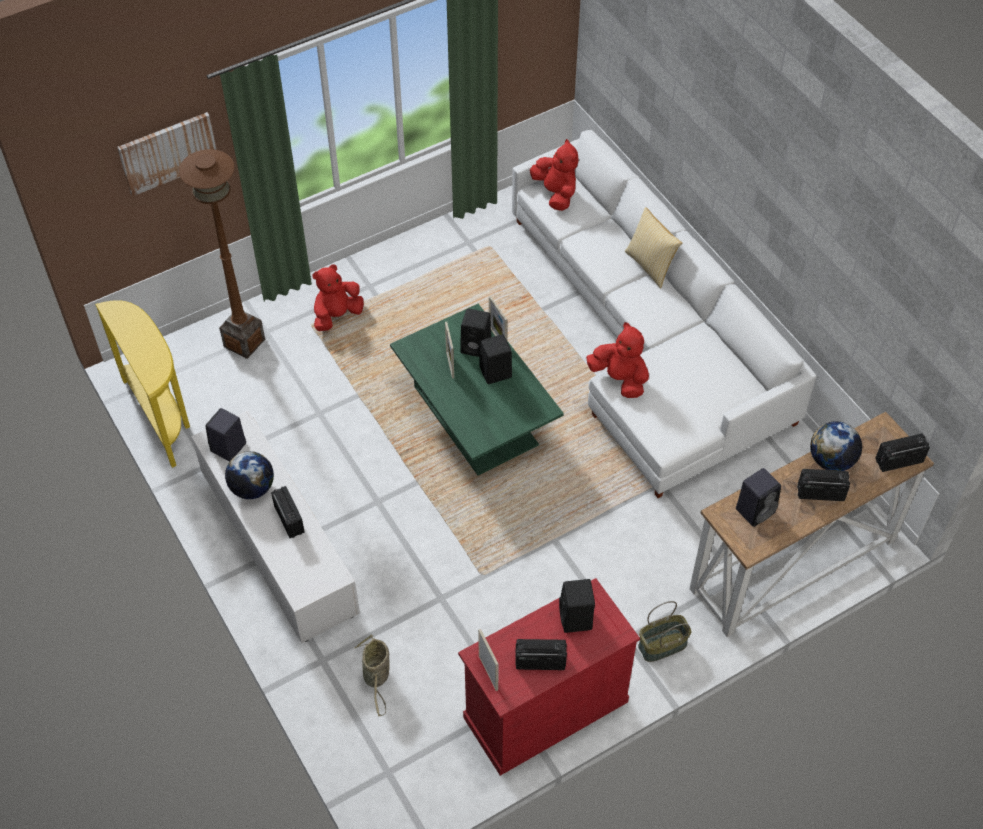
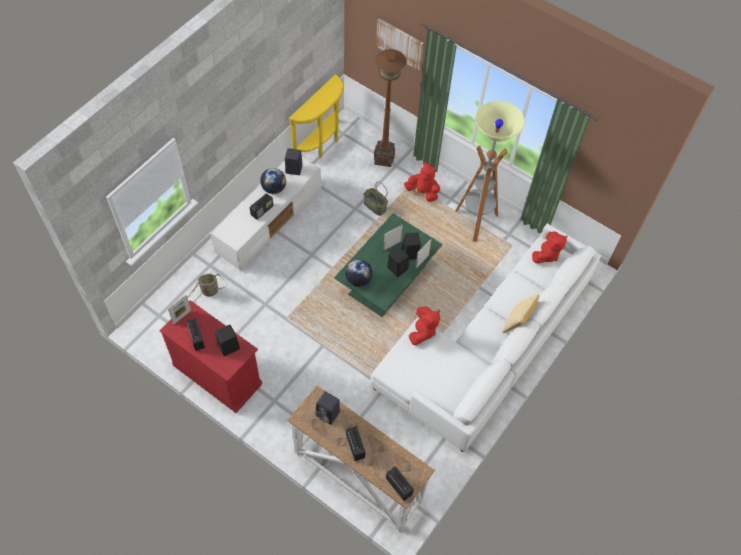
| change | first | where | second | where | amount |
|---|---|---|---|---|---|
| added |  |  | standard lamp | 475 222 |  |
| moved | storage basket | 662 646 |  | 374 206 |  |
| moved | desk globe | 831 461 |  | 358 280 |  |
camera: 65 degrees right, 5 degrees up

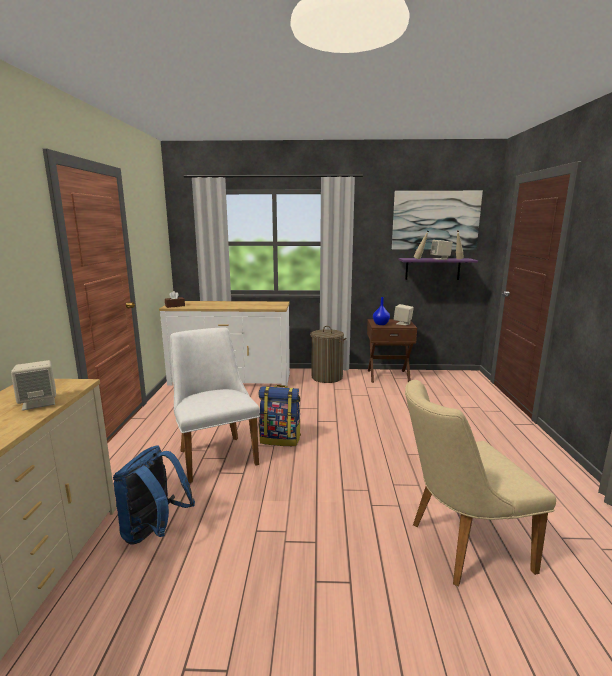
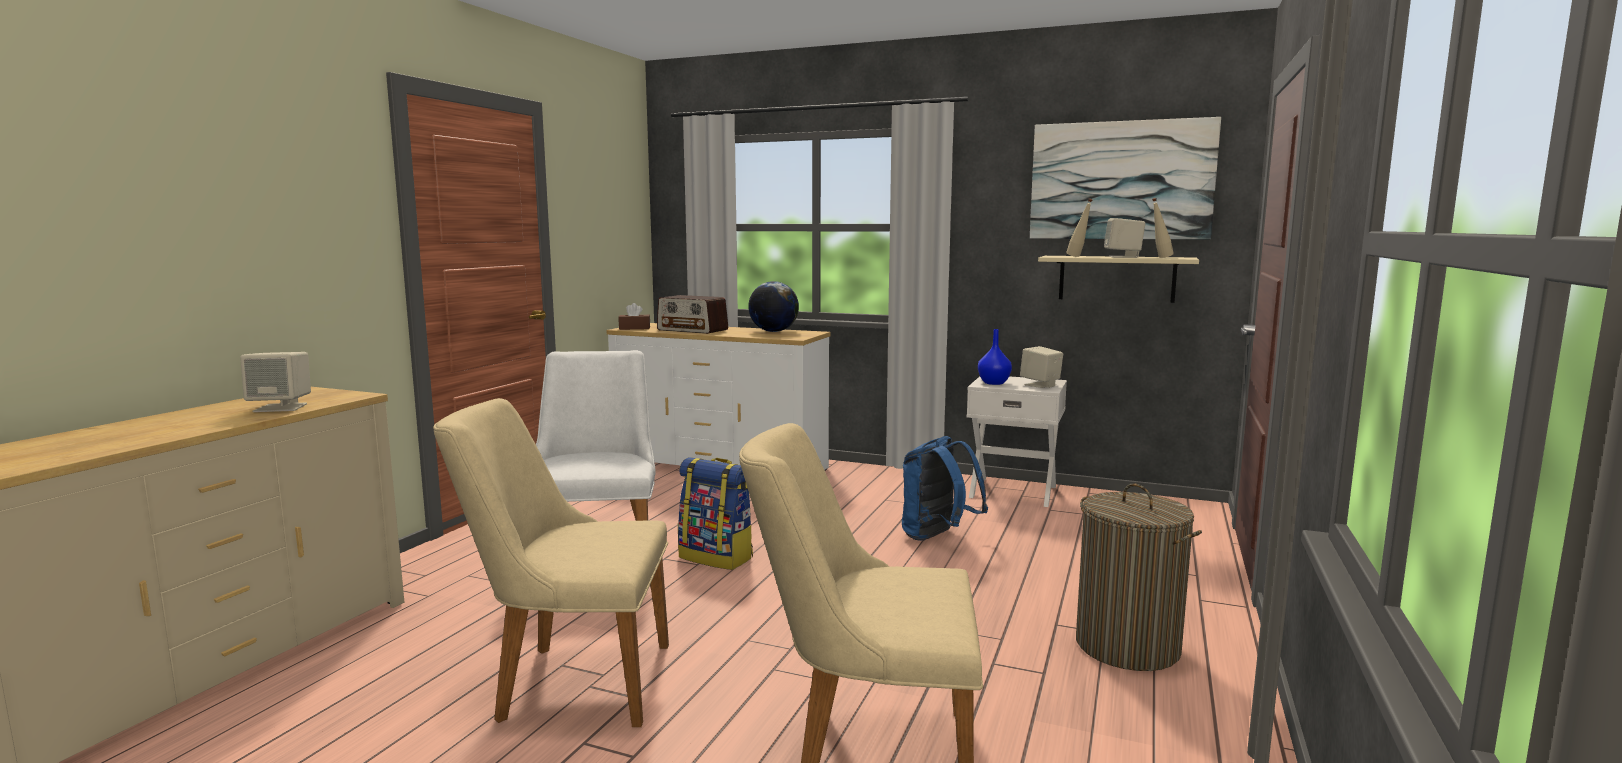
| change | first | where | second | where | amount |
|---|---|---|---|---|---|
| added |  |  | upright chair in beige-coloured | 569 682 |  |
| added |  |  | radio receiver | 693 330 |  |
| added |  |  | desk globe | 773 331 |  |
| moved | knapsack in bluish | 154 532 |  | 937 537 |  |
| moved | hamper | 327 377 |  | 1127 646 |  |
| recoloured | nightstand in brown | 388 376 | nightstand in white-coloured | 1013 491 |  |
| recoloured | shelf in purple-coloured | 432 268 | shelf in beige-coloured | 1116 278 |  |
camera: 20 degrees right, 5 degrees down

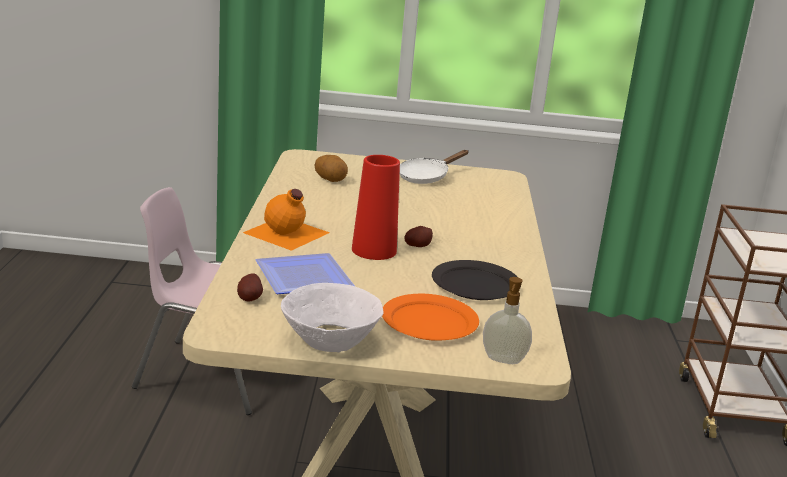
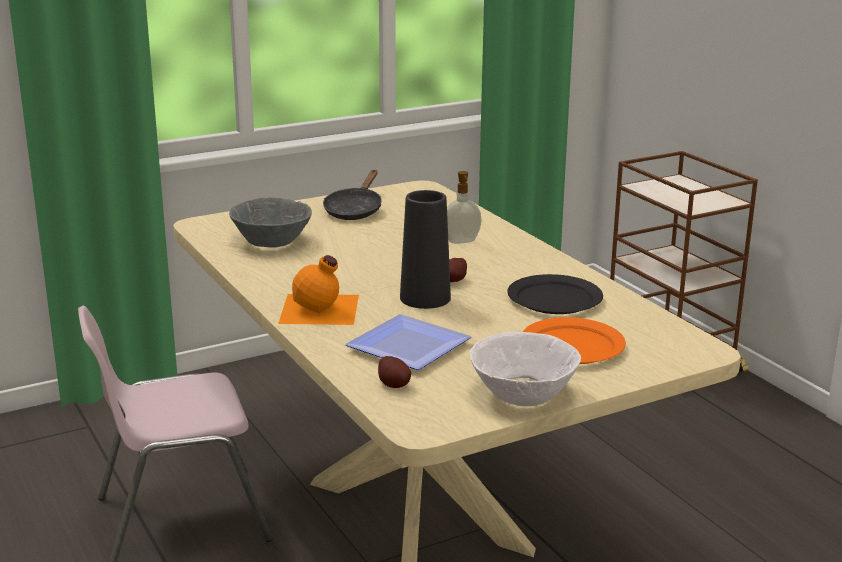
| change | first | where | second | where | amount |
|---|---|---|---|---|---|
| moved | soap bottle | 503 360 |  | 462 242 |  |
| replaced | spud | 330 180 | bowl in gray | 272 241 |  |
| recoloured | decorative vase in red | 374 250 | decorative vase in blackish | 425 298 |  |
| recoloured | frying pan in white-coloured | 426 177 | frying pan in blackish | 354 210 |  |
camera: 30 degrees left, 0 degrees up

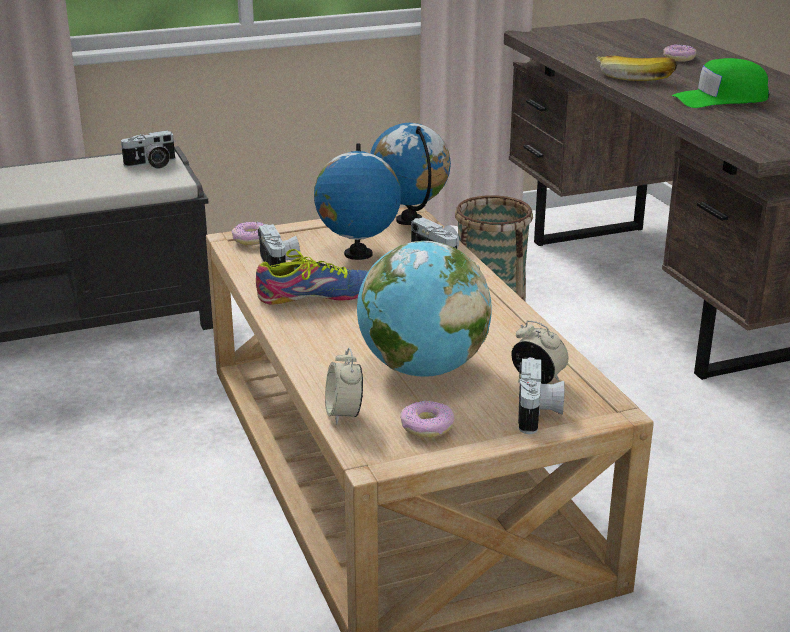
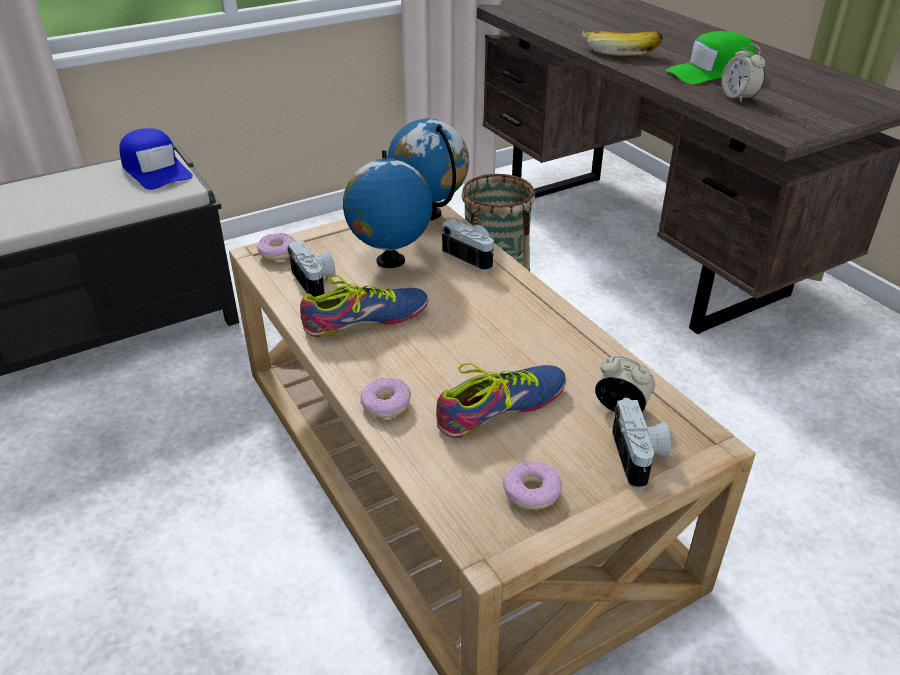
| change | first | where | second | where | amount |
|---|---|---|---|---|---|
| moved | alarm clock | 344 414 |  | 738 97 |  |
| moved | donut | 679 58 |  | 385 404 |  |
| replaced | photo camera | 151 164 | baseball cap in bluish | 155 170 |  |
| replaced | desk globe | 422 369 | item of footwear | 500 408 |  |
camera: 10 degrees left, 10 degrees up

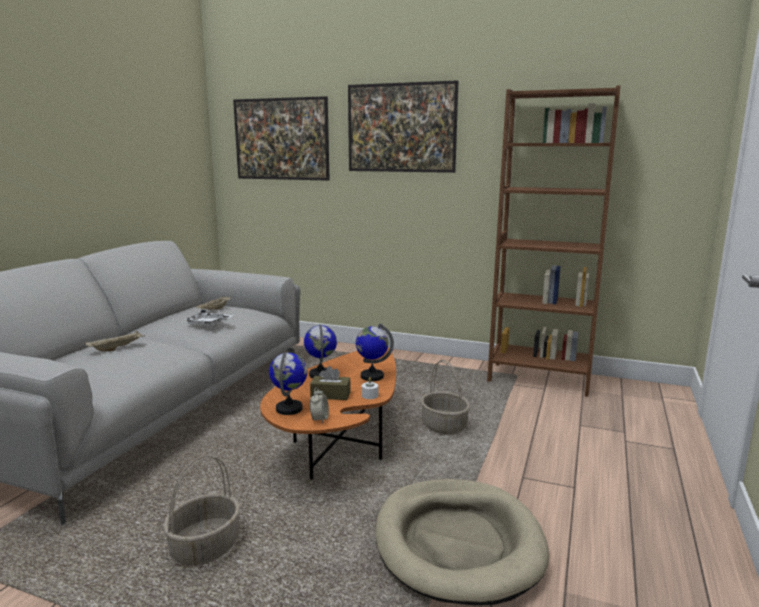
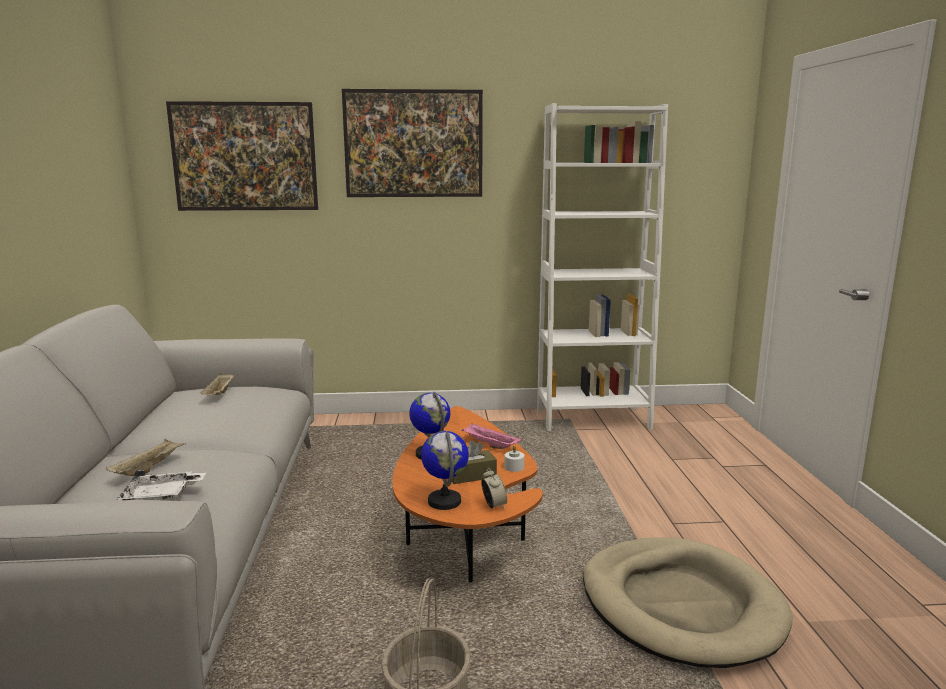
| change | first | where | second | where | amount |
|---|---|---|---|---|---|
| removed | storage basket | 444 426 |  |  |  |
| moved | serving tray in white-coloured | 208 324 |  | 161 497 |  |
| replaced | desk globe | 372 376 | serving tray in pink | 489 445 |  |
| recoloured | shelving unit in brown | 539 378 | shelving unit in white-coloured | 592 419 |  |
camera: 25 degrees left, 0 degrees up

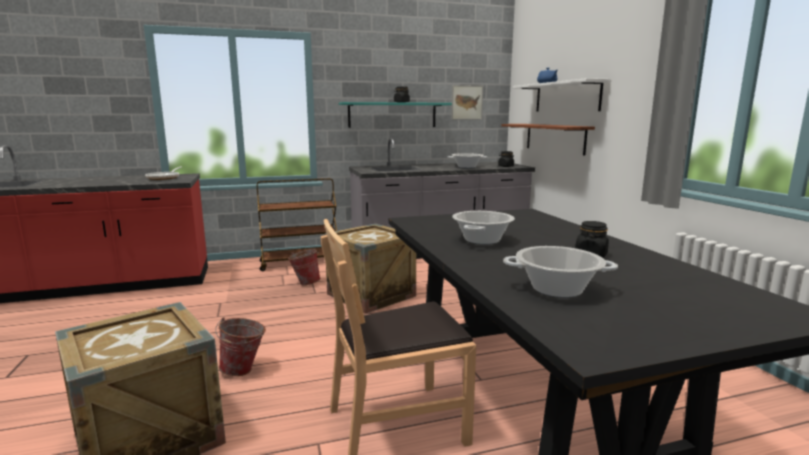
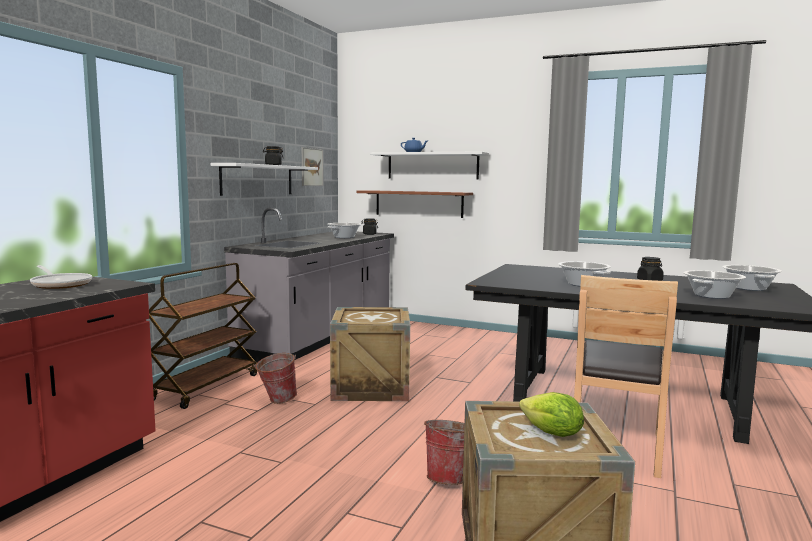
| change | first | where | second | where | amount |
|---|---|---|---|---|---|
| added |  |  | lettuce head | 552 433 |  |
| added |  |  | stockpot | 749 288 |  |
| recoloured | shelf in turquoise | 392 115 | shelf in white-coloured | 258 180 |  |
camera: 50 degrees left, 5 degrees down

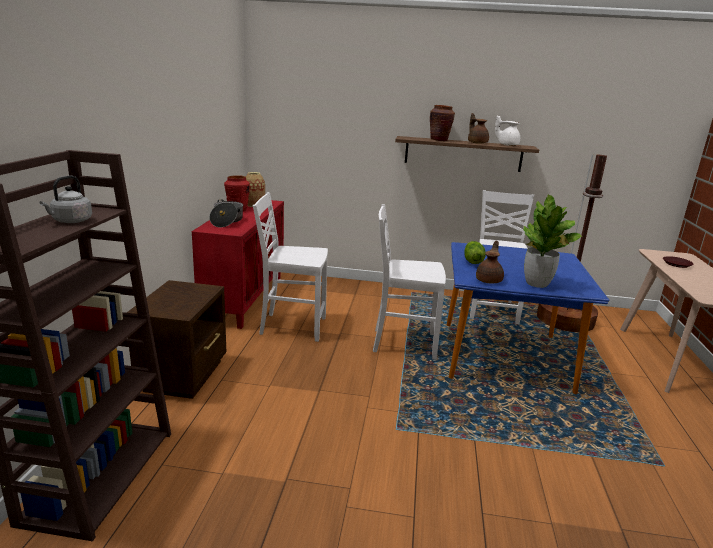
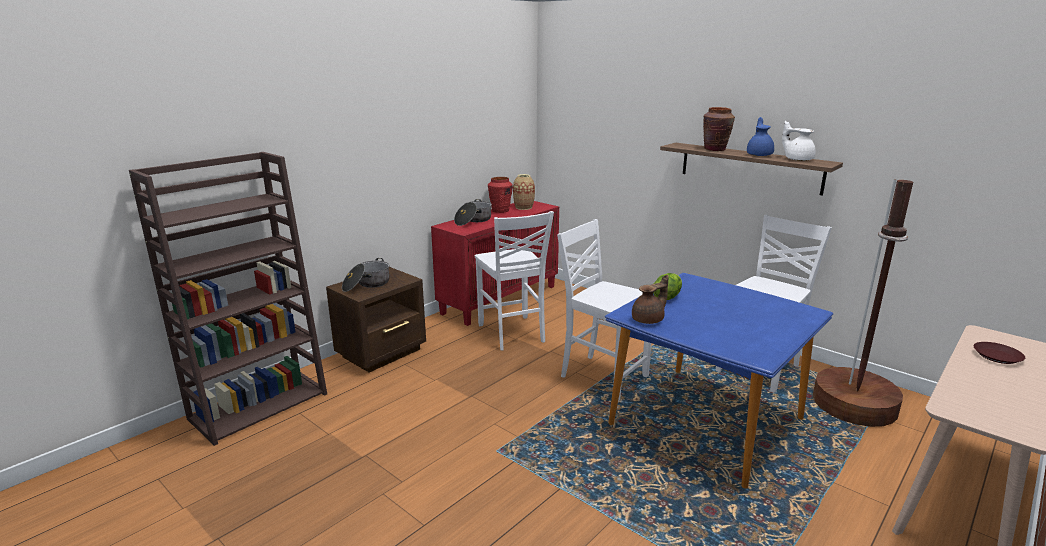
| change | first | where | second | where | amount |
|---|---|---|---|---|---|
| removed | tea kettle in gray | 70 221 |  |  |  |
| removed | potted plant | 537 284 |  |  |  |
| added |  |  | stockpot | 366 284 |  |
| recoloured | tea pot in brown | 477 143 | tea pot in bluish | 759 155 |  |
| turned | upright chair in white-coloured | 291 326 |  | 512 334 | 150 degrees counterclockwise |
camera: 35 degrees right, 0 degrees up

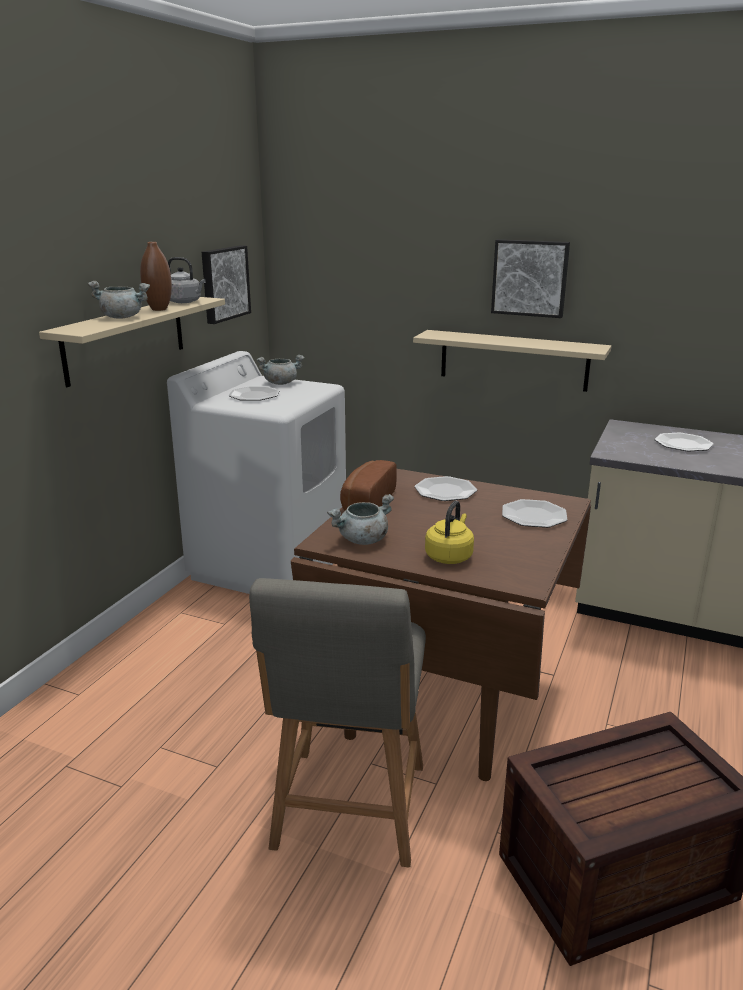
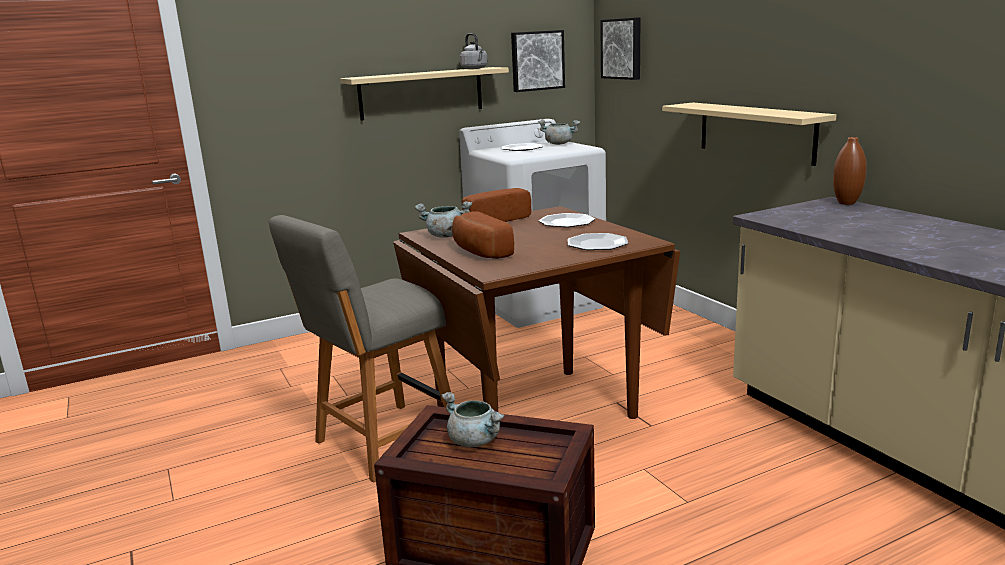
| change | first | where | second | where | amount |
|---|---|---|---|---|---|
| removed | flat dish | 683 444 |  |  |  |
| moved | stockpot in gray | 123 317 |  | 476 441 |  |
| moved | decorative vase in brown | 159 309 |  | 846 203 |  |
| moved | picture | 530 278 |  | 622 48 |  |
| replaced | tea kettle in yellow | 449 556 | baked bread | 479 252 |  |
camera: 40 degrees right, 5 degrees down

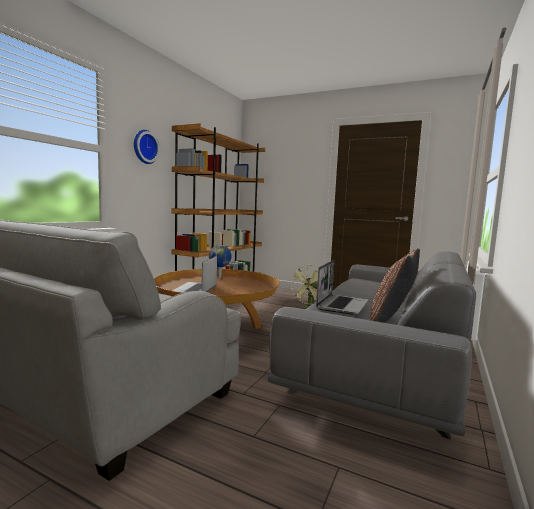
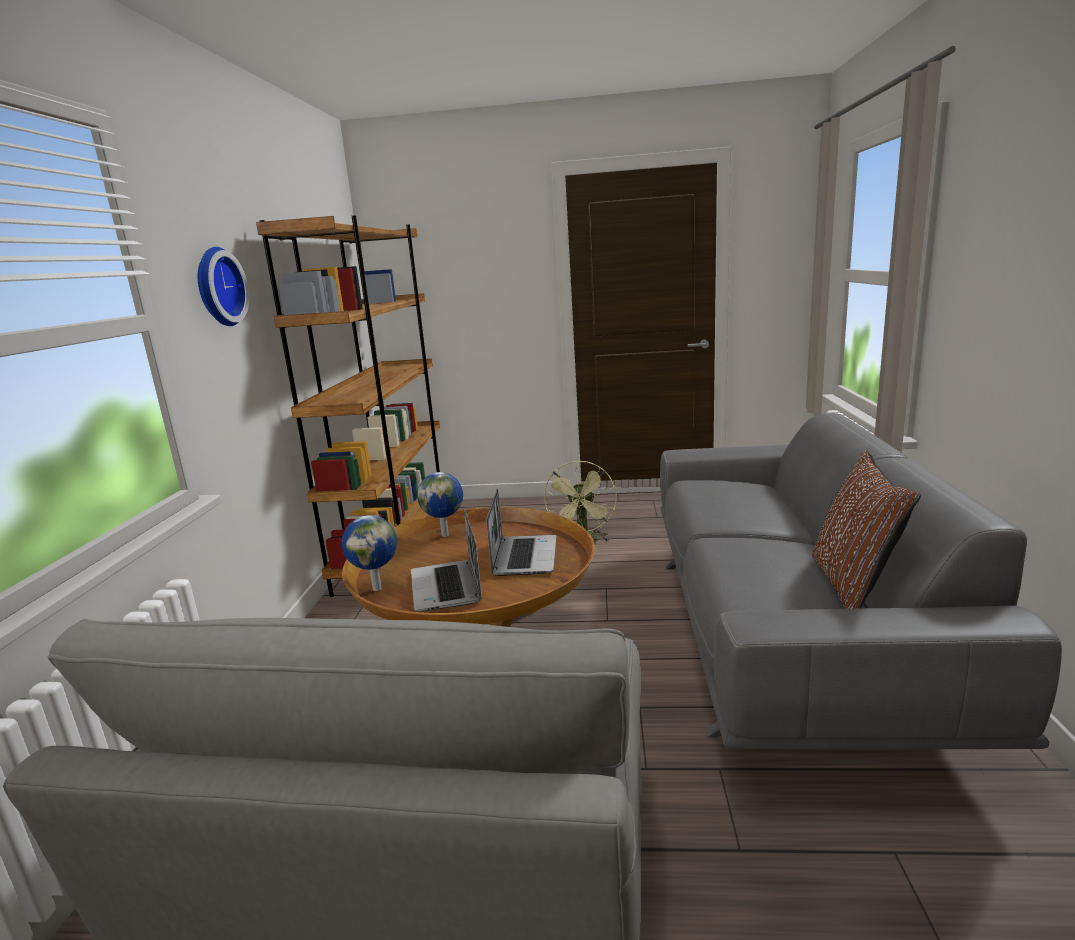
| change | first | where | second | where | amount |
|---|---|---|---|---|---|
| added |  |  | desk globe | 377 588 |  |
| moved | laptop | 342 305 |  | 524 556 |  |
camera: 20 degrees left, 10 degrees up

